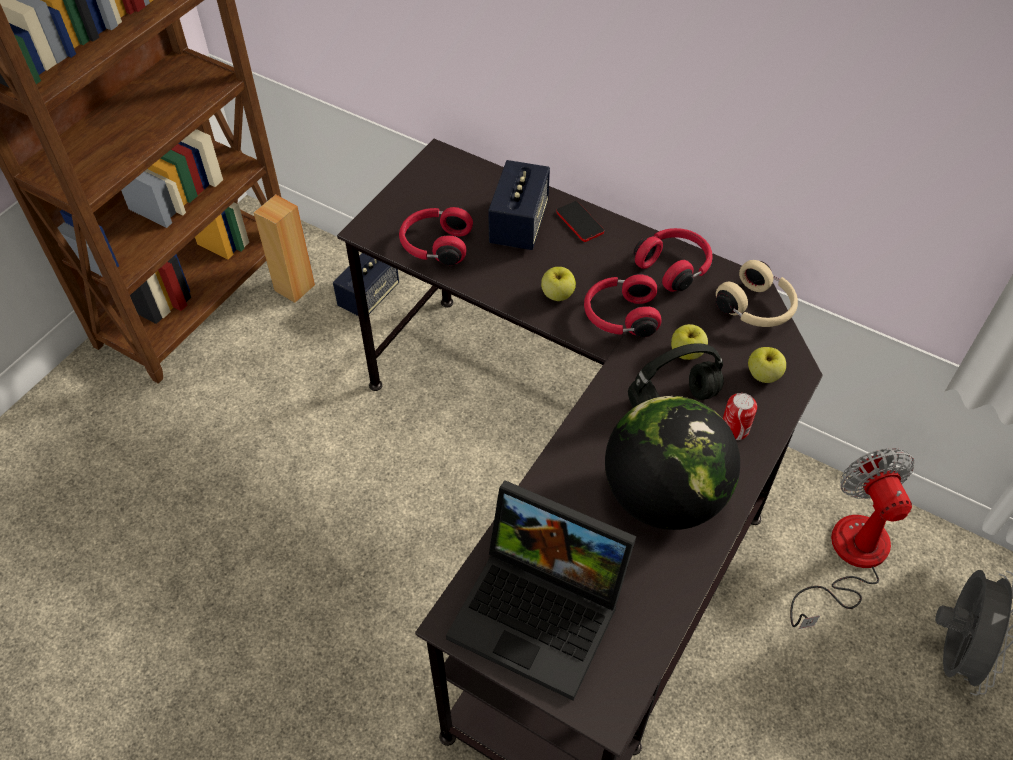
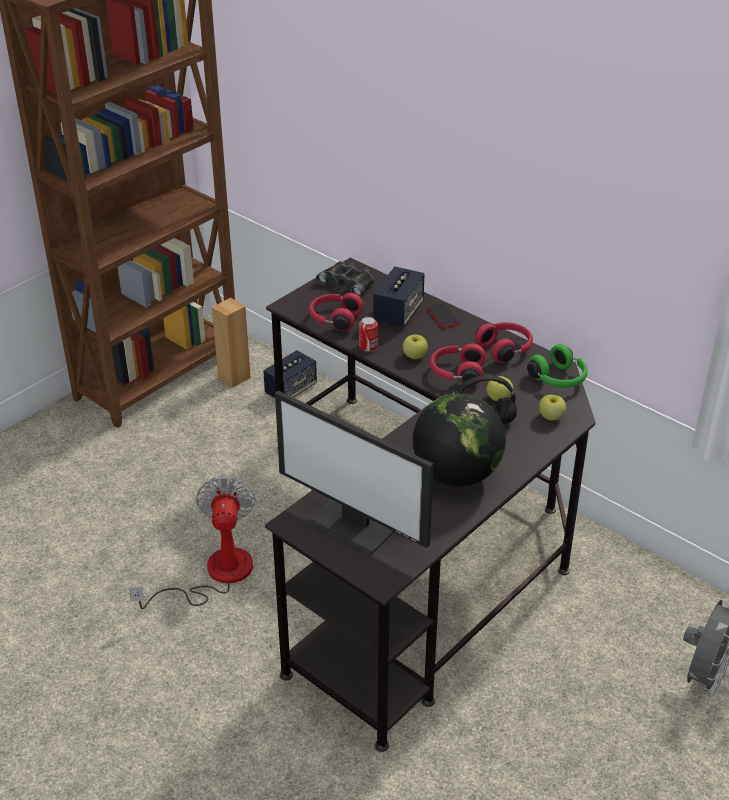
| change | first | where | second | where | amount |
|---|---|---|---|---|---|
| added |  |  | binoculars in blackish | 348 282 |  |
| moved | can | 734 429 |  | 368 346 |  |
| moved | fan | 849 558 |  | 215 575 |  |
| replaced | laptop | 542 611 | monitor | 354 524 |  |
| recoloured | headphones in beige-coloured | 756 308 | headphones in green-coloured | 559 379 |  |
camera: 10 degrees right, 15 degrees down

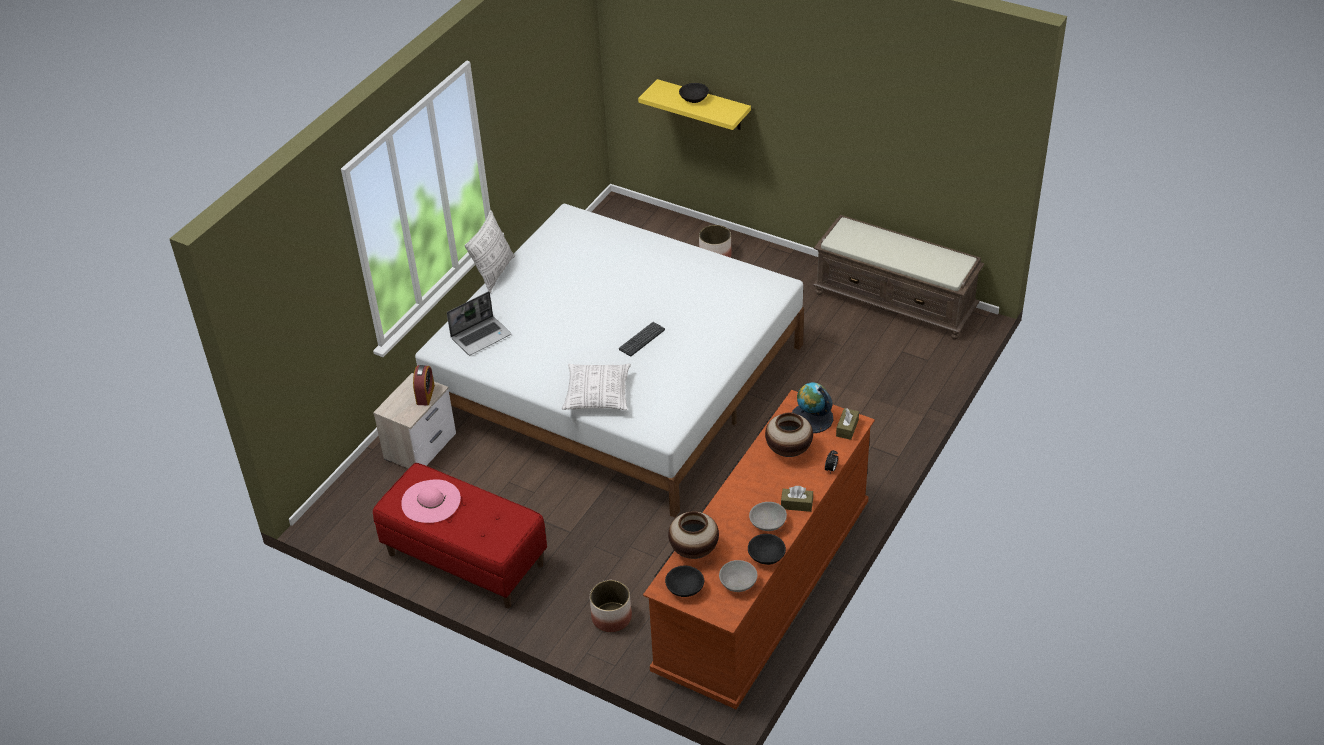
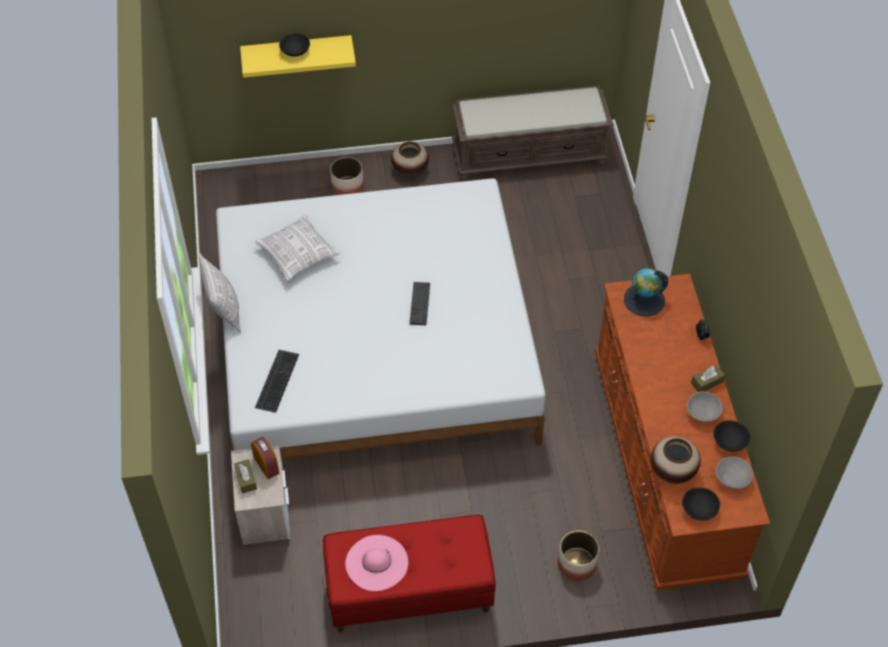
| change | first | where | second | where | amount |
|---|---|---|---|---|---|
| moved | pillow | 597 395 |  | 297 254 |  |
| moved | decorative vase | 788 450 |  | 410 171 |  |
| moved | tissue box in brown | 847 428 |  | 246 479 |  |
| replaced | laptop | 481 336 | PC keyboard | 276 380 |  |
camera: 40 degrees left, 10 degrees up

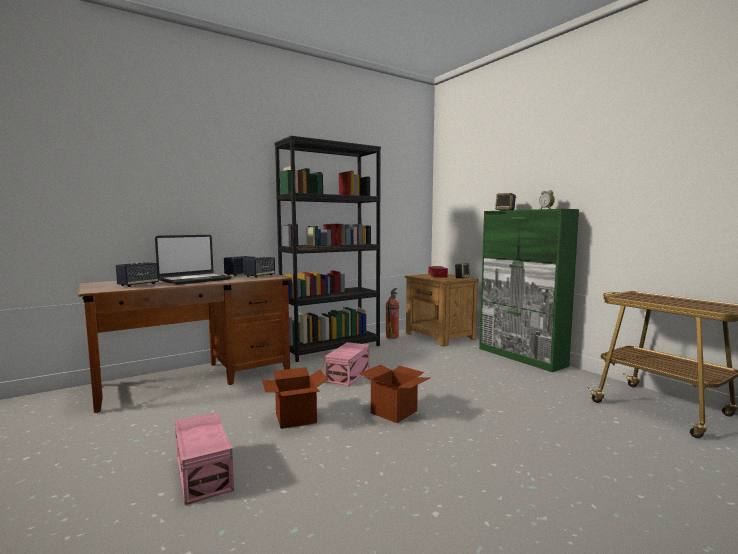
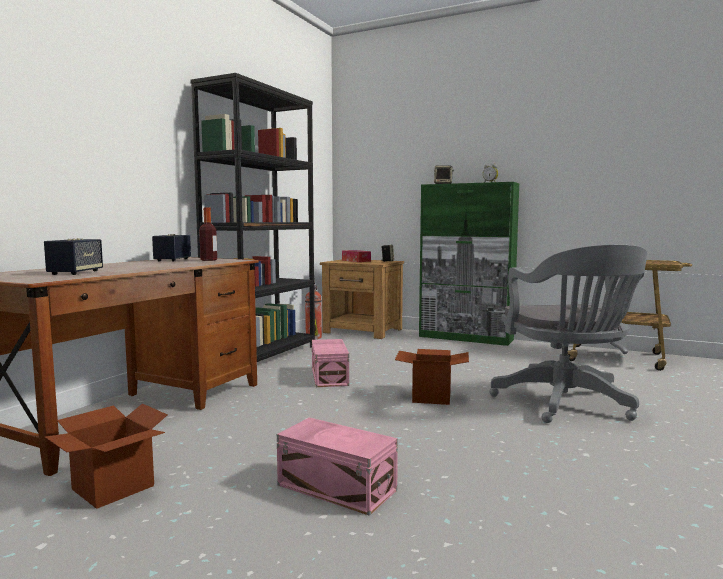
| change | first | where | second | where | amount |
|---|---|---|---|---|---|
| removed | laptop | 194 280 |  |  |  |
| added |  |  | office chair in gray | 566 404 |  |
| moved | packing box | 296 418 |  | 113 487 |  |
| replaced | speaker | 259 276 | bottle | 208 260 |  |
camera: 30 degrees left, 0 degrees up

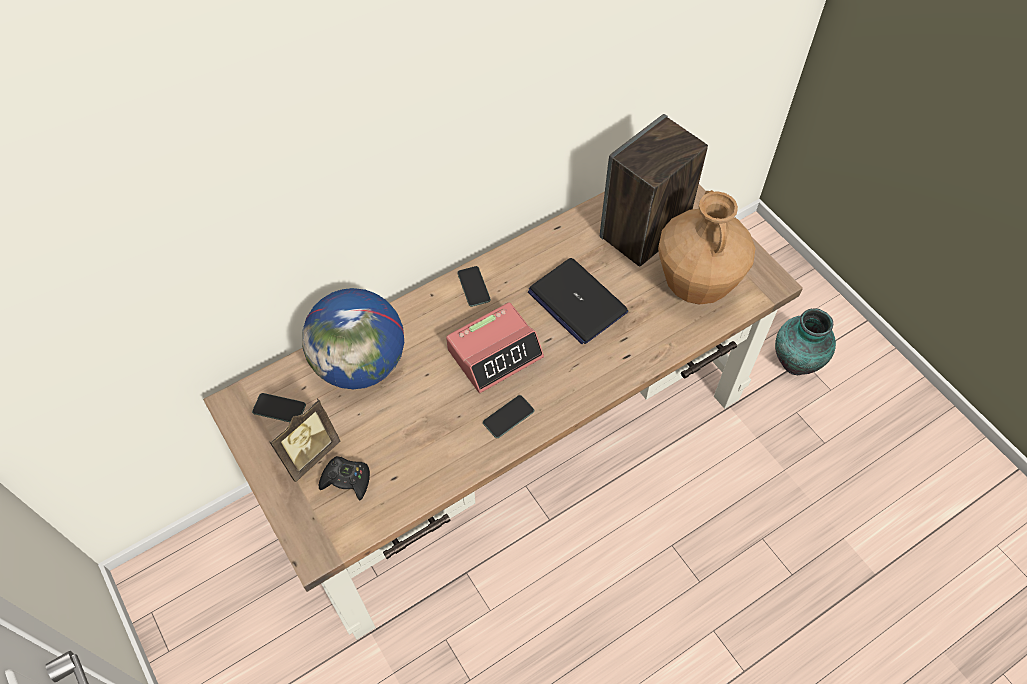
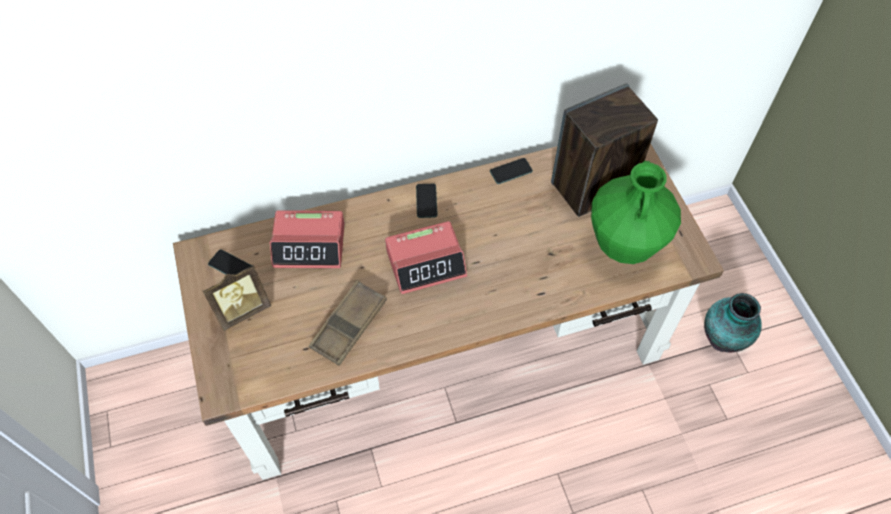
| change | first | where | second | where | amount |
|---|---|---|---|---|---|
| removed | gamepad in blackish | 347 480 |  |  |  |
| removed | laptop | 577 302 |  |  |  |
| added |  |  | serving tray in brown | 349 325 |  |
| moved | phone | 508 417 |  | 511 171 |  |
| replaced | desk globe | 361 364 | alarm clock | 310 245 |  |
| recoloured | decorative vase in brown | 696 286 | decorative vase in green-coloured | 624 246 |  |
camera: 15 degrees right, 0 degrees up

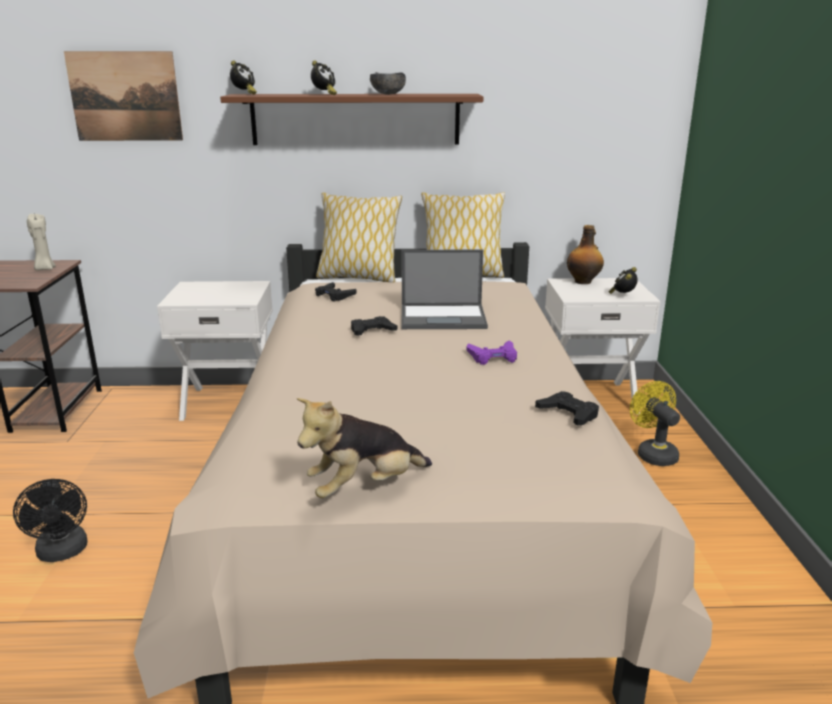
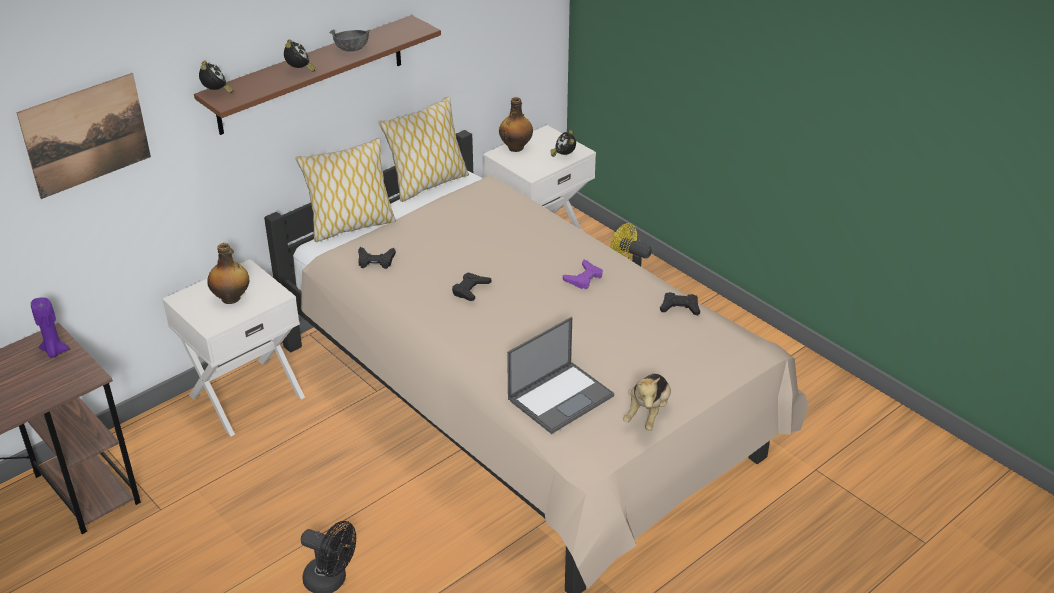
| change | first | where | second | where | amount |
|---|---|---|---|---|---|
| added |  |  | bottle | 231 298 |  |
| moved | laptop | 444 317 |  | 561 397 |  |
| recoloured | wax light in beige-coloured | 44 269 | wax light in purple-coloured | 54 351 |  |
camera: 40 degrees left, 15 degrees up

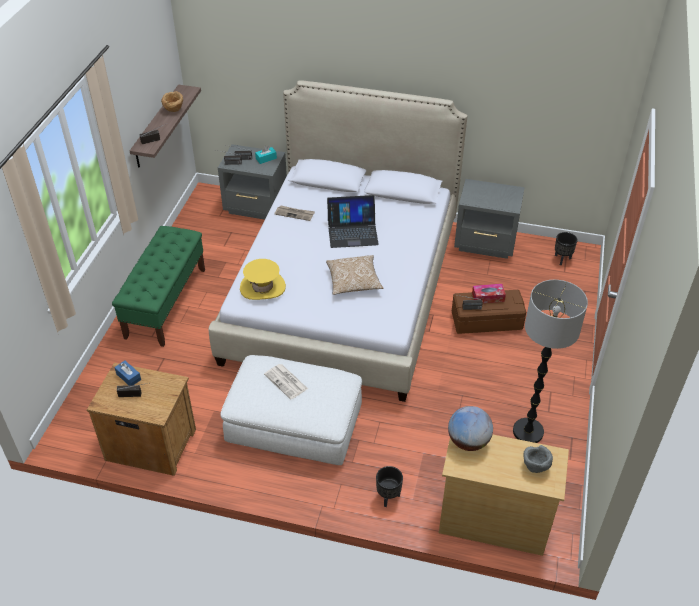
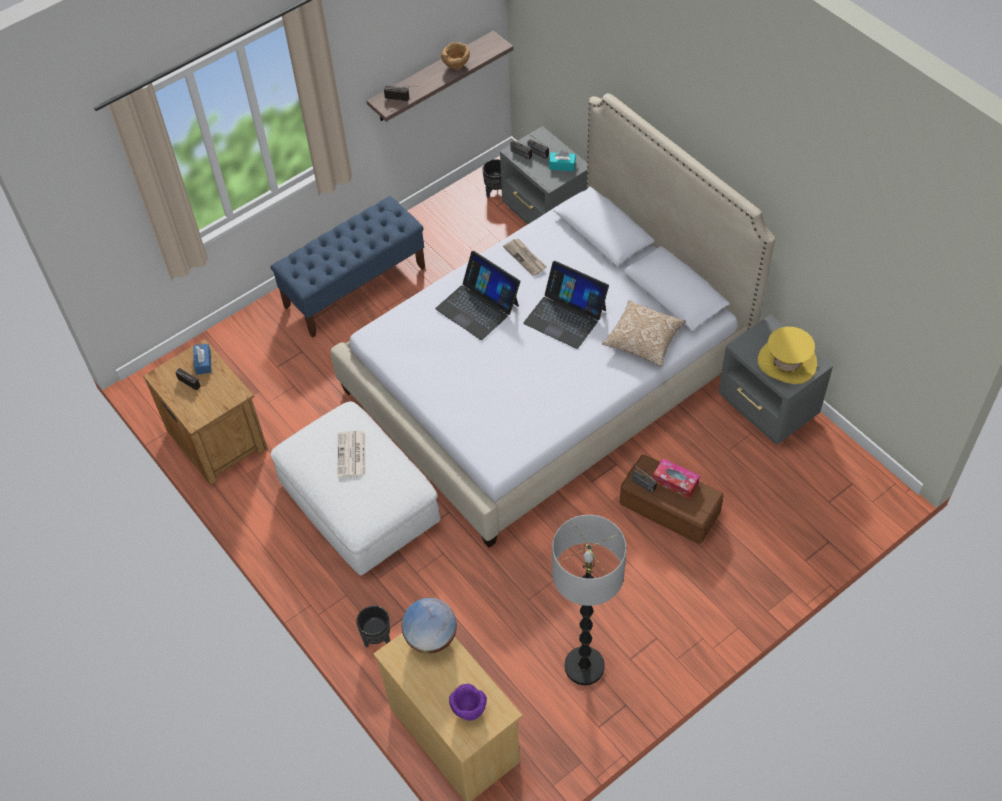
| change | first | where | second | where | amount |
|---|---|---|---|---|---|
| added |  |  | laptop | 478 306 |  |
| moved | wearable hat in yellow | 262 287 |  | 787 362 |  |
| moved | pillow | 353 282 |  | 643 340 |  |
| moved | flower pot in blackish | 562 259 |  | 496 192 |  |
| recoloured | indoor bench in green-coloured | 166 303 | indoor bench in bluish | 355 287 |  |
| recoloured | bowl in gray | 535 467 | bowl in purple-coloured | 468 709 |  |
camera: 40 degrees right, 10 degrees up

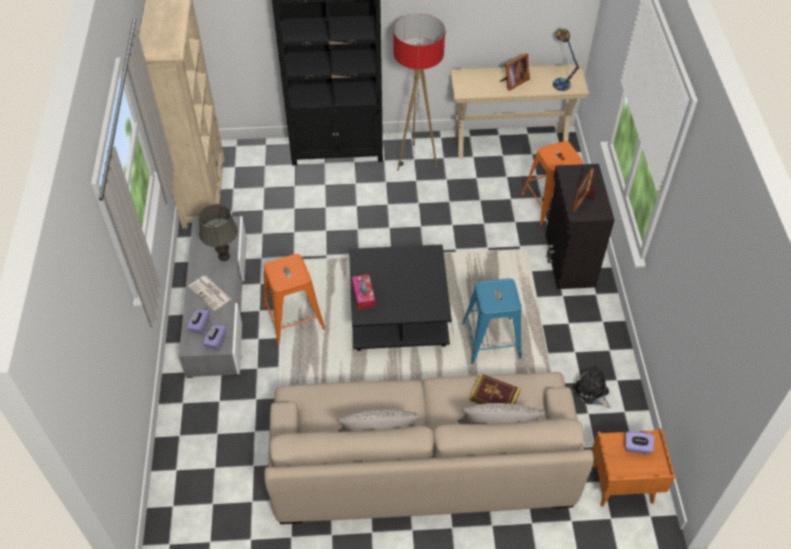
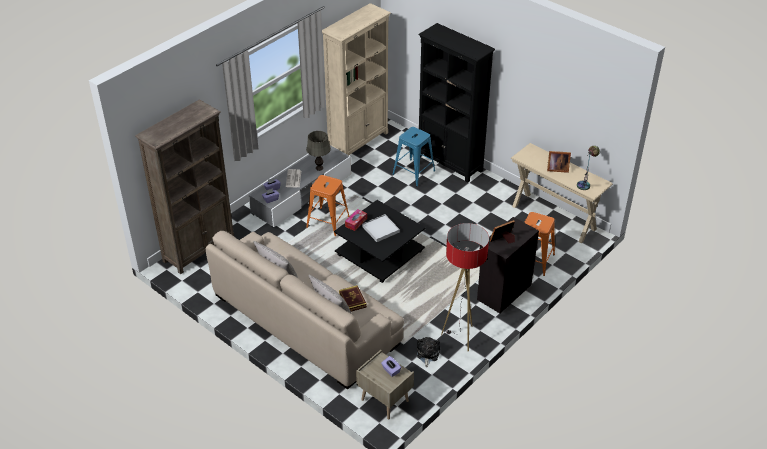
| change | first | where | second | where | amount |
|---|---|---|---|---|---|
| added |  |  | shelving unit in brown | 199 249 |  |
| added |  |  | serving tray in white-coloured | 380 229 |  |
| moved | standard lamp | 415 161 |  | 460 337 |  |
| moved | stool in bluish | 491 340 |  | 413 172 |  |
| recoloured | nightstand in orange | 622 485 | nightstand in beige-coloured | 384 400 |  |
camera: 45 degrees right, 10 degrees down

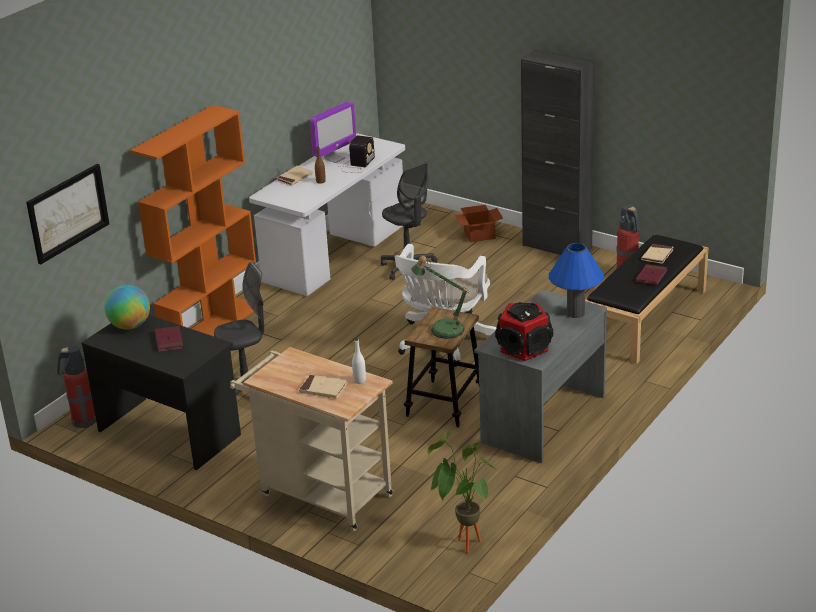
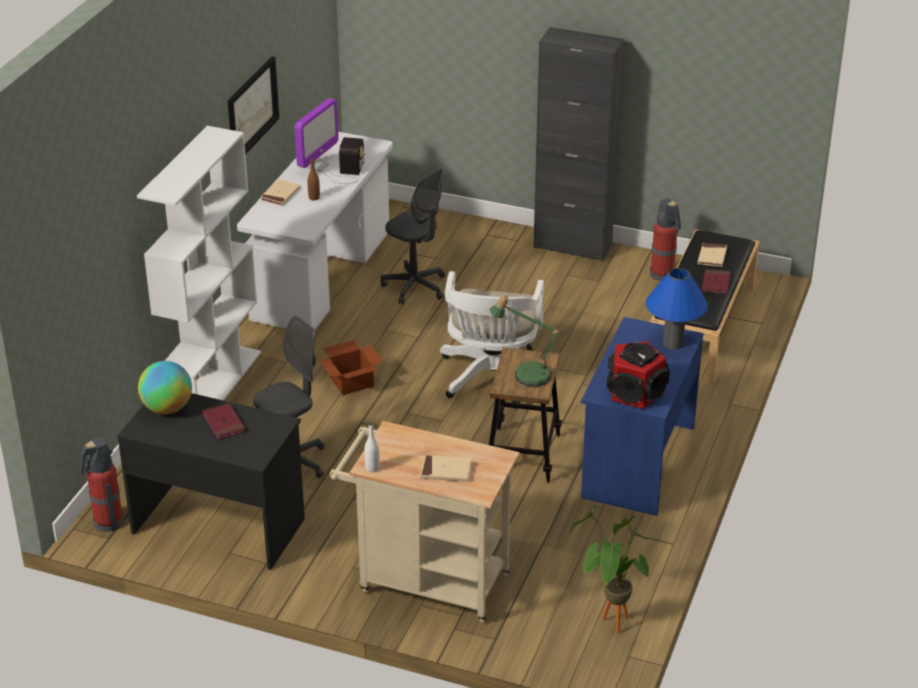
| change | first | where | second | where | amount |
|---|---|---|---|---|---|
| moved | picture | 67 213 |  | 252 109 |  |
| moved | bottle in white-coloured | 359 380 |  | 372 468 |  |
| moved | packing box | 479 234 |  | 352 381 |  |
| recoloured | shelving unit in orange | 212 328 | shelving unit in white-coloured | 213 386 |  |
| recoloured | desk unit in gray | 541 419 | desk unit in bluish | 636 462 |  |
camera: 15 degrees left, 5 degrees up

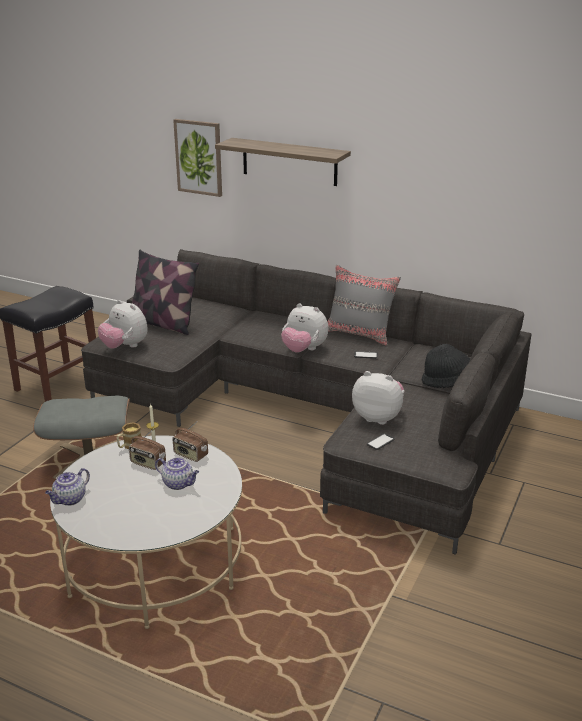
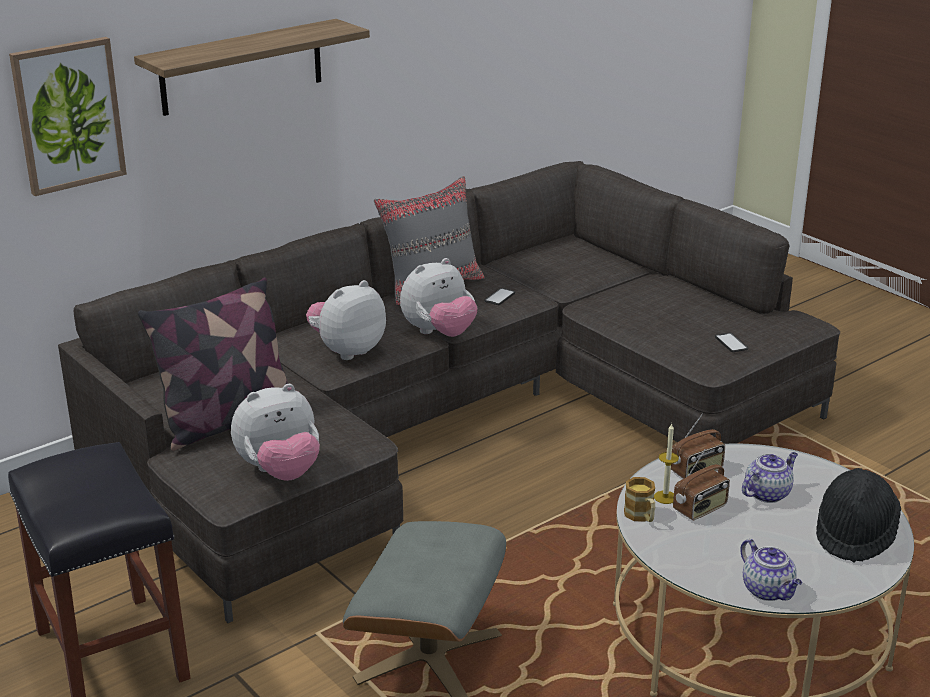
| change | first | where | second | where | amount |
|---|---|---|---|---|---|
| moved | plush toy | 378 417 |  | 347 351 |  |
| moved | wearable hat in blackish | 448 382 |  | 854 534 |  |
camera: 65 degrees left, 0 degrees up

